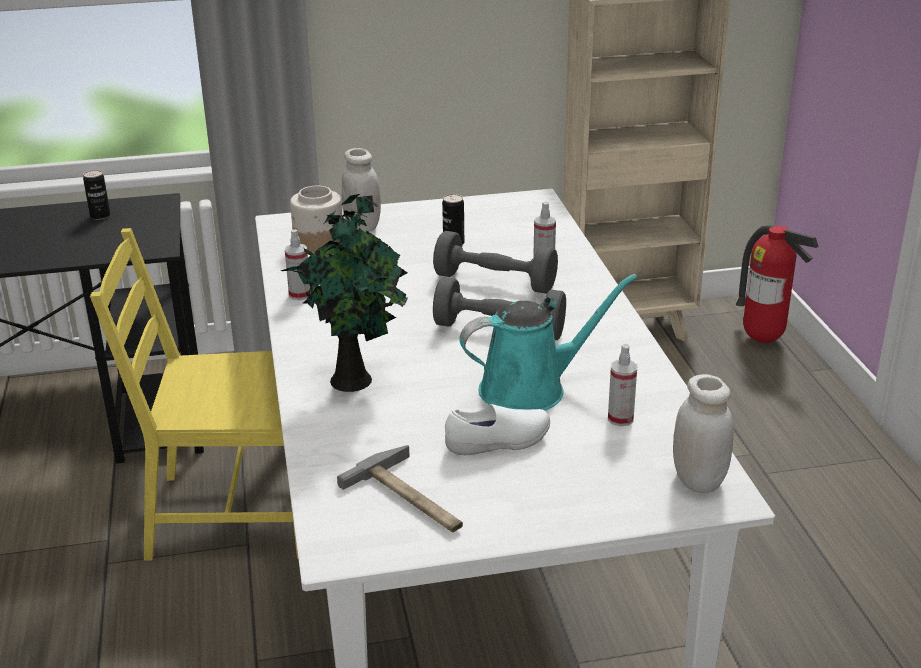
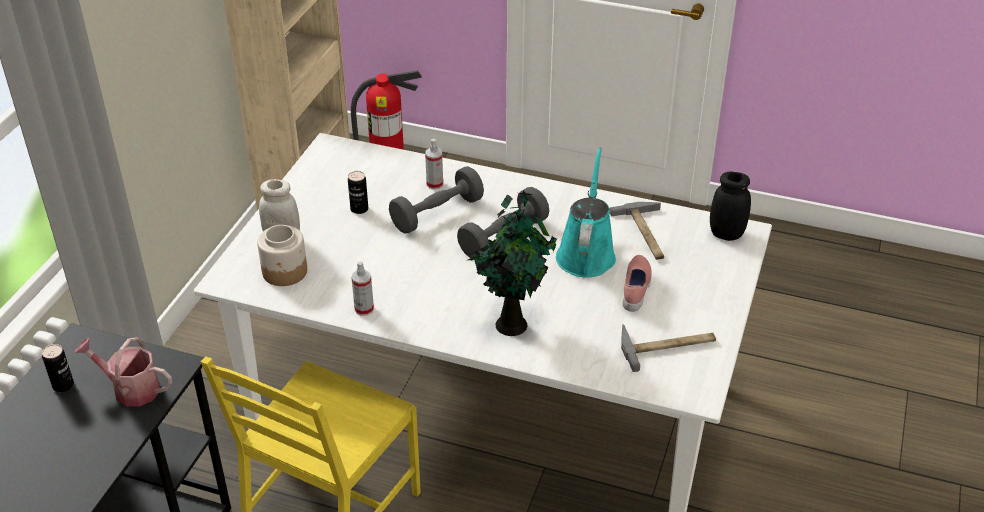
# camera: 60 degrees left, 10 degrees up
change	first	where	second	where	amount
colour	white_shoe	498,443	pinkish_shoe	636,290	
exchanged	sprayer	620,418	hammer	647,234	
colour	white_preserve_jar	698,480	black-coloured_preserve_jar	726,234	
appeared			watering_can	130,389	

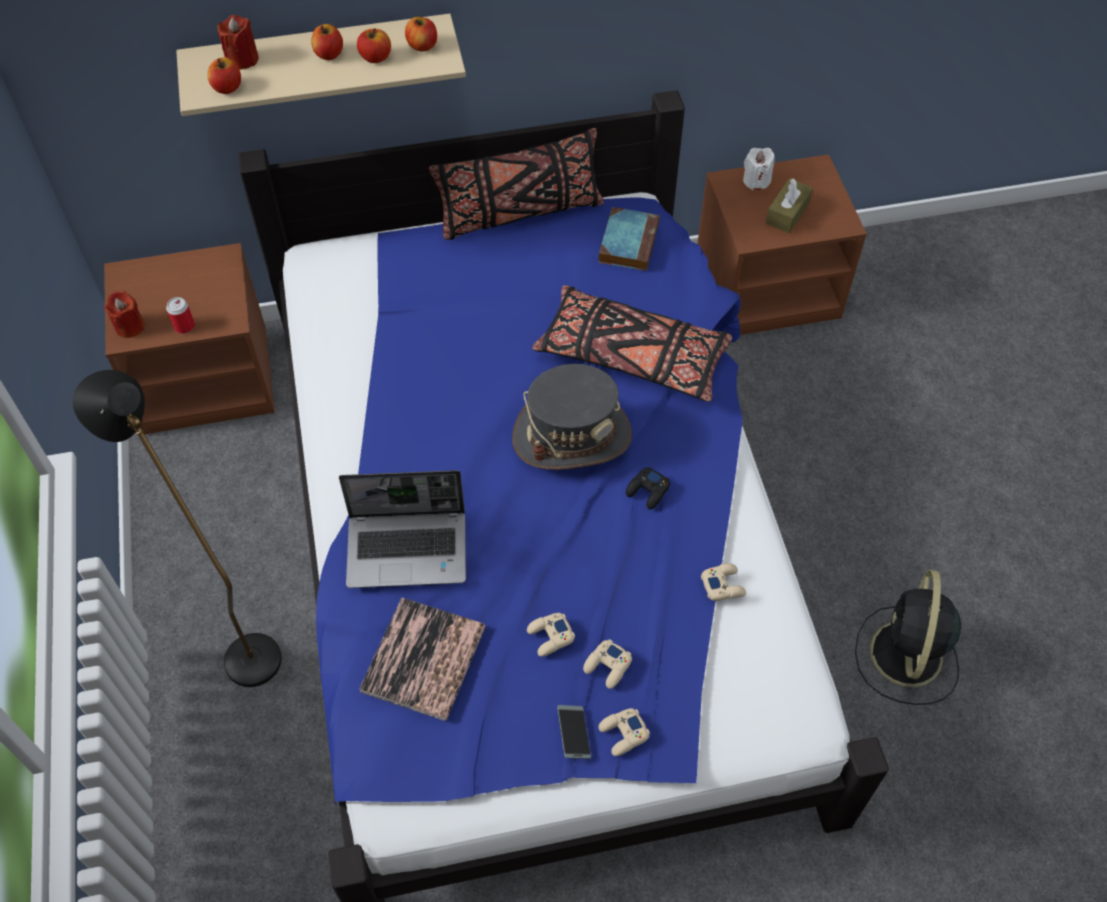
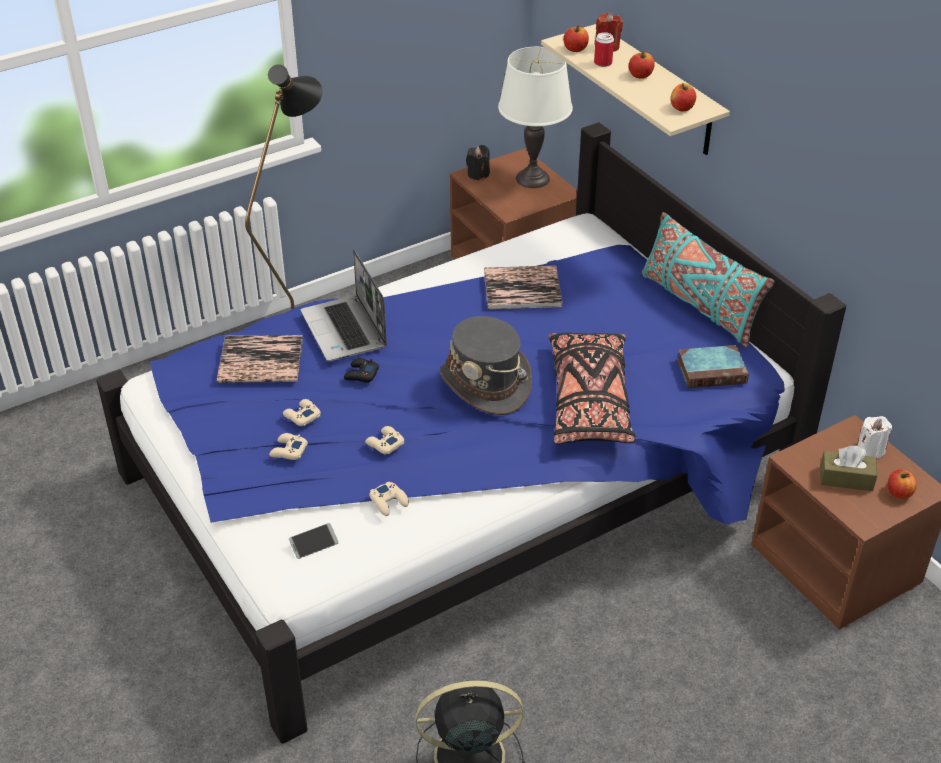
# camera: 70 degrees right, 15 degrees down
change	first	where	second	where	amount
colour	reddish_wax_light	129,326	black-coloured_wax_light	478,174	
relocated	metal_can	184,326		603,63	
relocated	apple_fruit	375,57		899,493	
colour	black-coloured_throw_pillow	519,214	turquoise-coloured_throw_pillow	699,305	
relocated	handset	573,734		314,544	
relocated	beige_game_controller	623,734		384,444	
relocated	black-coloured_game_controller	648,491		361,374	
appeared			bound_book	522,288	
appeared			white_table_lamp	532,179	

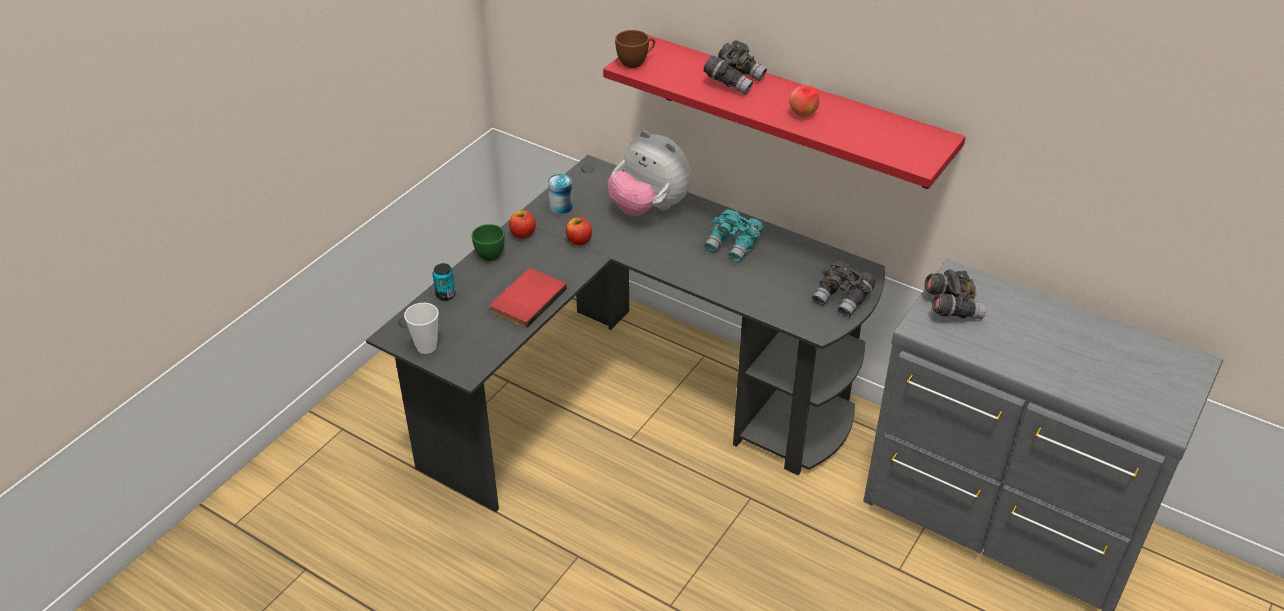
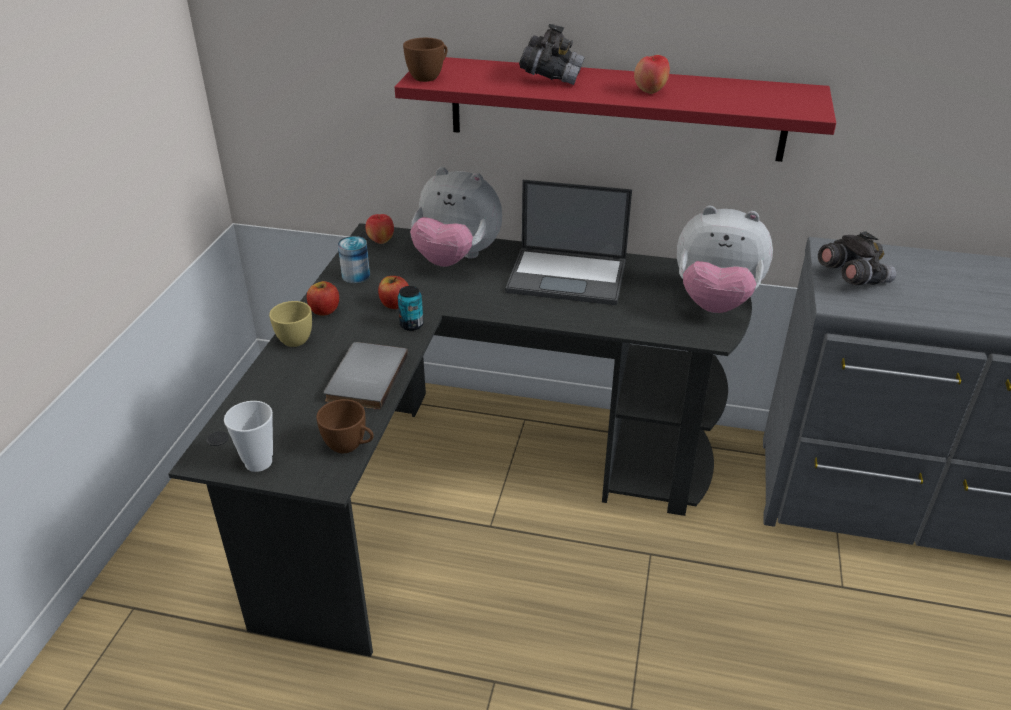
# camera: 20 degrees left, 5 degrees down
change	first	where	second	where	amount
relocated	metal_can	445,294		411,325	
colour	greenish_small_cup	491,253	yellow_small_cup	296,337	
colour	reddish_bound_book	526,299	grey_bound_book	364,378	
exchanged	turquoise-coloured_binoculars	733,245	laptop	569,276	
exchanged	grey_binoculars	842,299	plush_toy	715,302	
appeared			brown-coloured_small_cup	350,446	
appeared			apple_fruit	381,241	

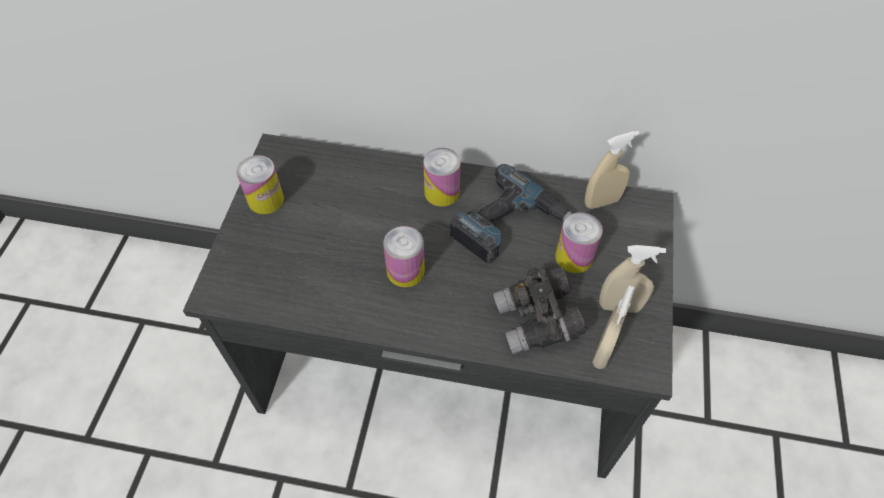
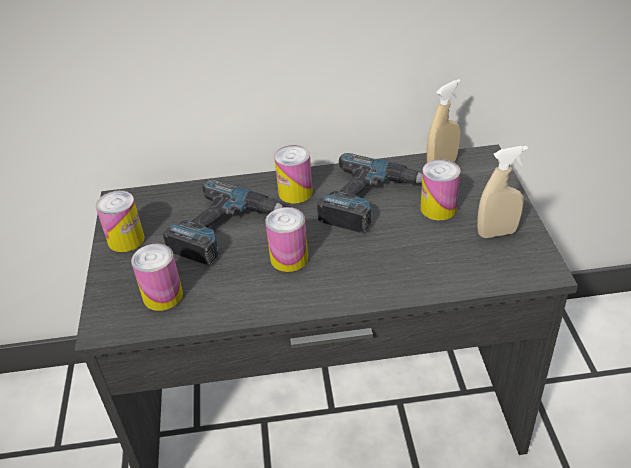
# camera: 15 degrees left, 15 degrees down
change	first	where	second	where	amount
missing	grey_binoculars	537,321			
missing	beige_sprayer	603,352			
appeared			metal_can	163,296	
appeared			drill	224,230	

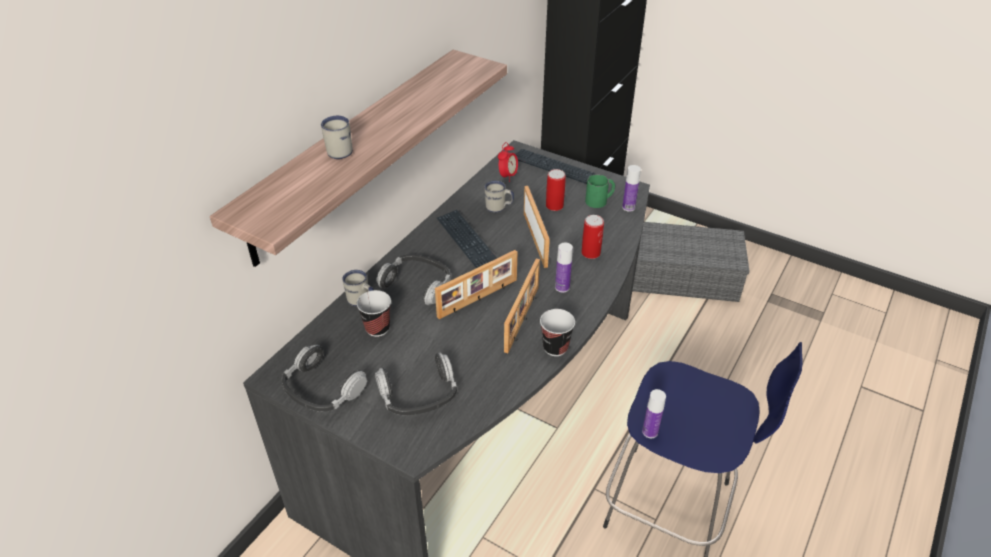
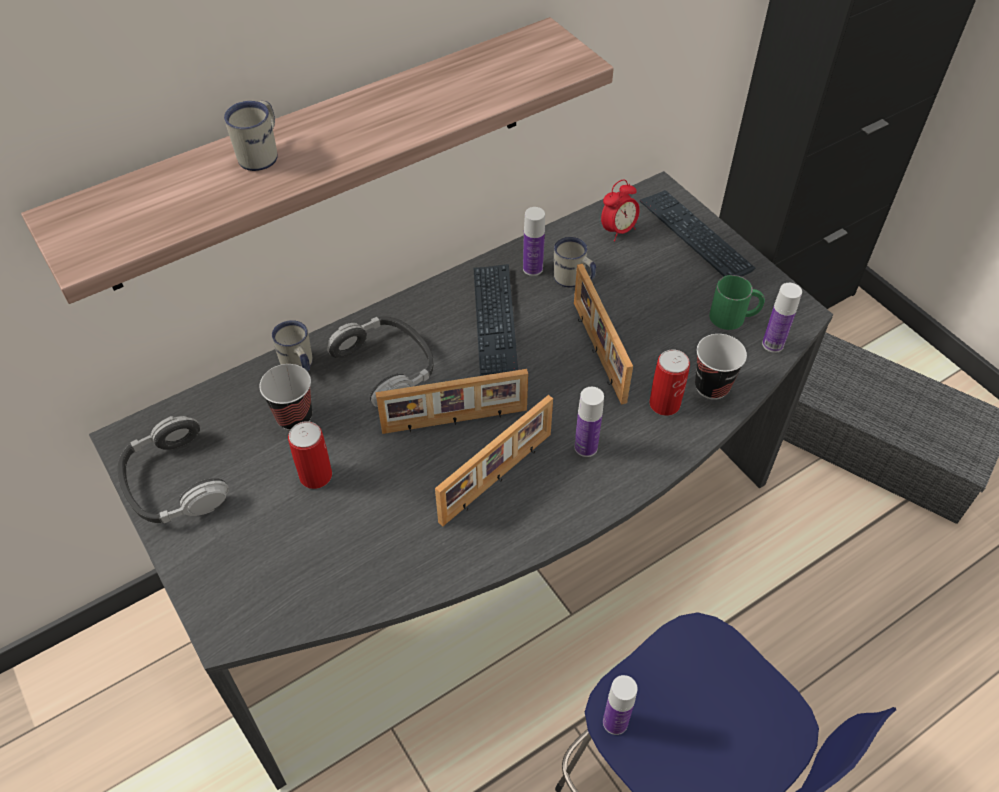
# camera: 25 degrees right, 10 degrees up
change	first	where	second	where	amount
missing	headset	418,394			
spun	picture_frame	536,239		597,351	150 degrees clockwise
relocated	small_cup	555,347		712,386	
relocated	metal_can	554,206		315,475	
appeared			beverage_bottle	532,268	

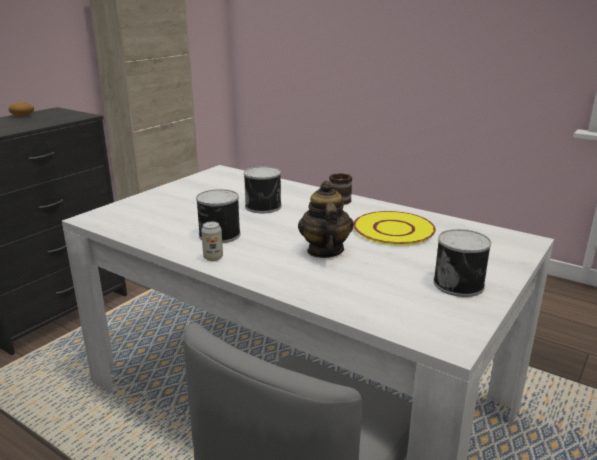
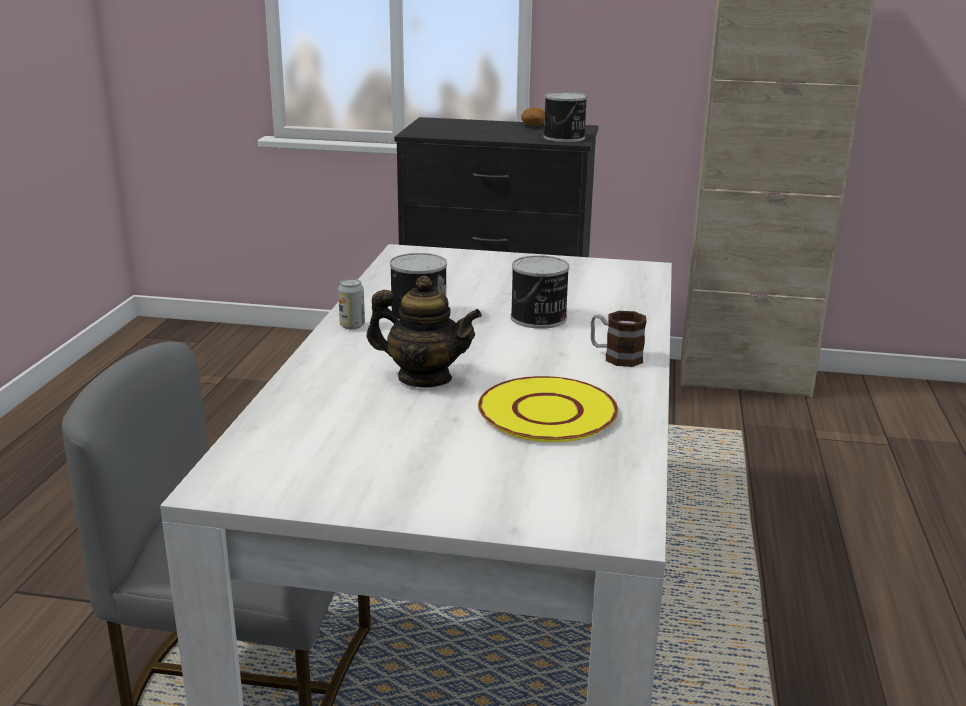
# camera: 65 degrees right, 0 degrees up
change	first	where	second	where	amount
spun	pot_for_tea	324,251		424,378	45 degrees clockwise
relocated	metal_can	459,284		565,138	

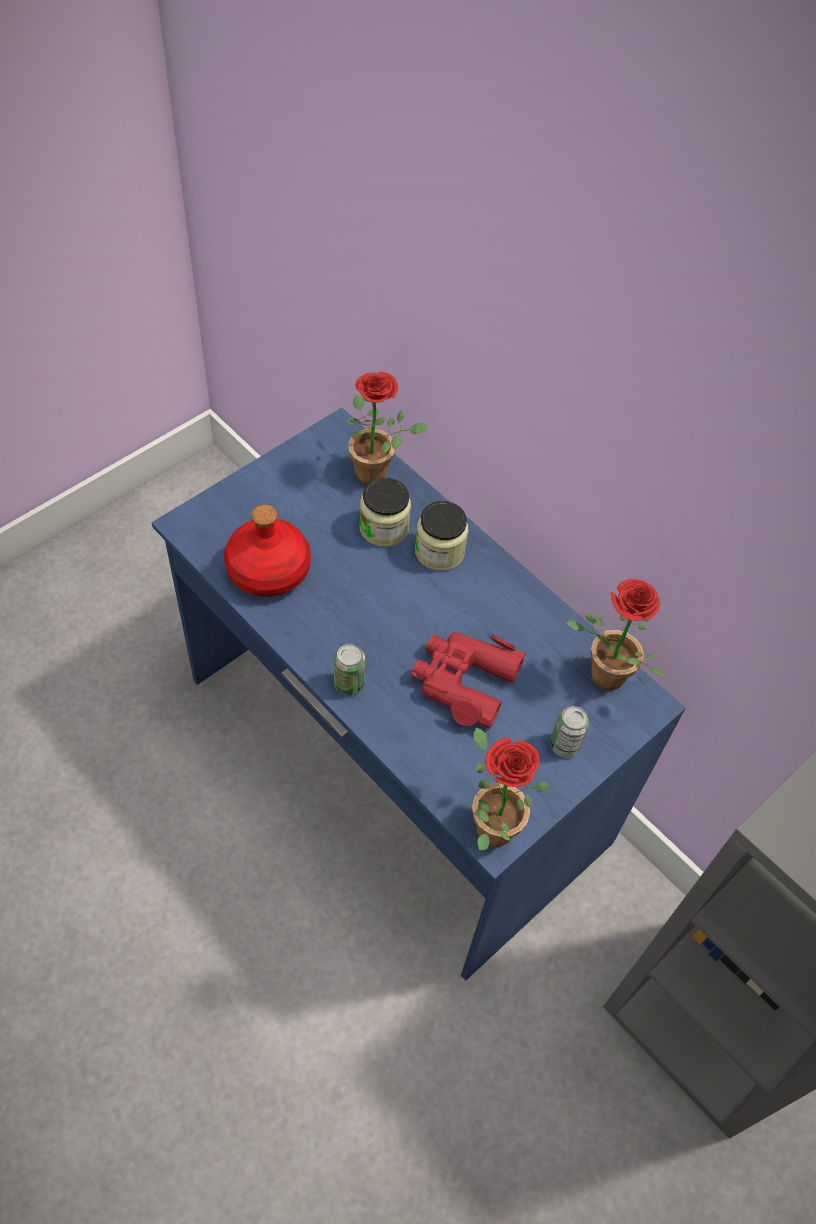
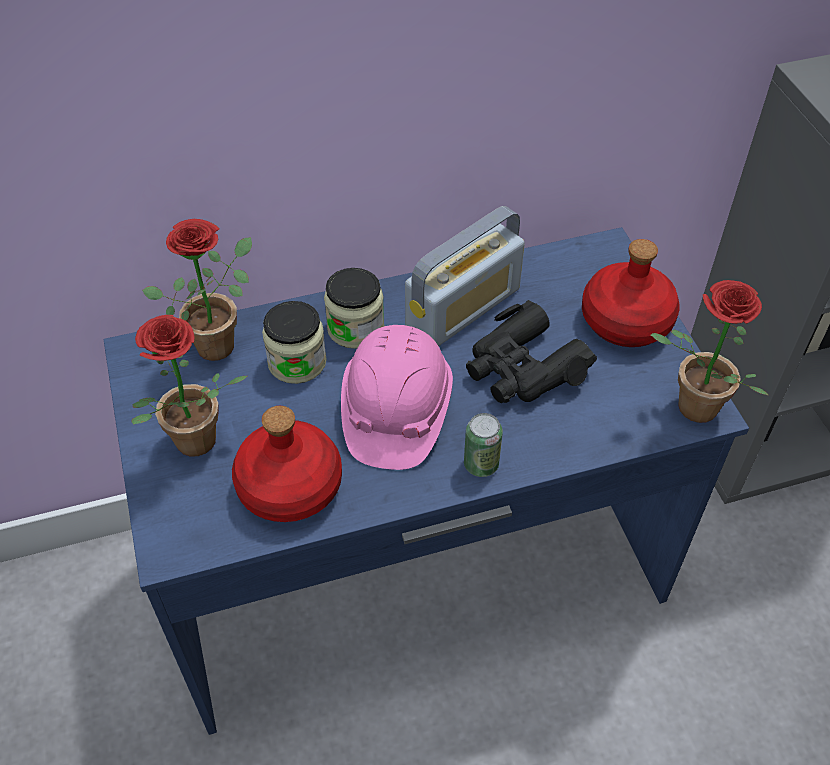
# camera: 60 degrees left, 5 degrees down
change	first	where	second	where	amount
colour	reddish_binoculars	464,681	black-coloured_binoculars	523,368	
exchanged	metal_can	564,745	reddish_beverage_bottle	627,321	
relocated	plant_in_a_pot	600,678		194,448	
appeared			pinkish_work_helmet	395,412	
appeared			radio_receiver	463,309	

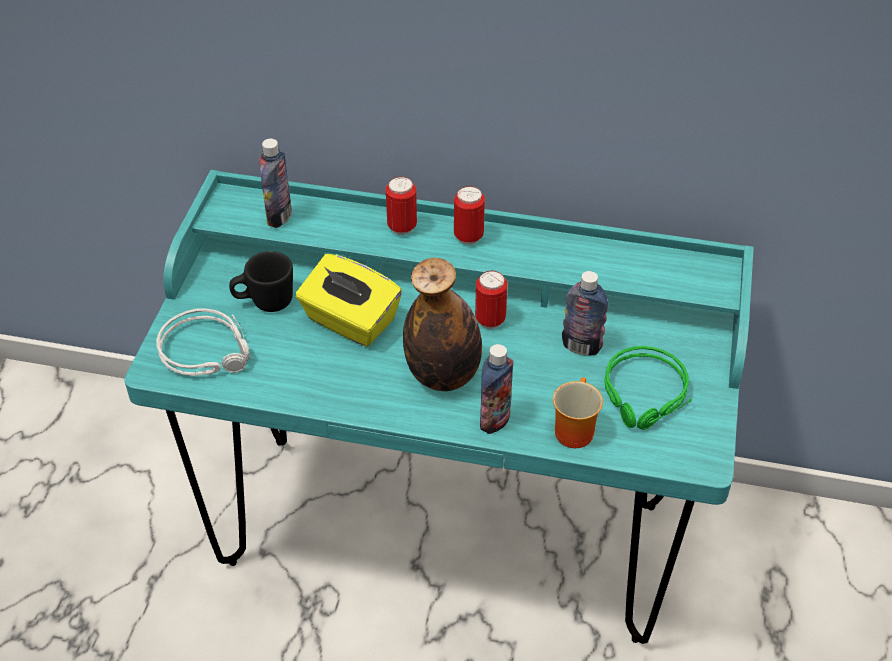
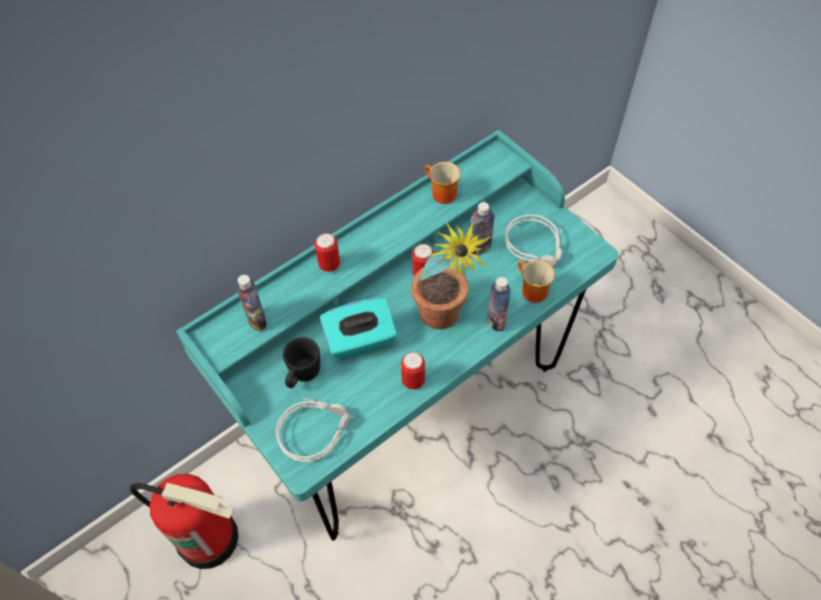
# camera: 50 degrees left, 10 degrees up
change	first	where	second	where	amount
colour	yellow_tissue_box	350,321	turquoise-coloured_tissue_box	360,341	
exchanged	beverage_bottle	443,375	plant_in_a_pot	443,323	
relocated	metal_can	468,237		413,381	
colour	greenish_headset	646,396	grey_headset	536,245	
appeared			extinguisher	209,537	
appeared			tea_mug	440,194	

